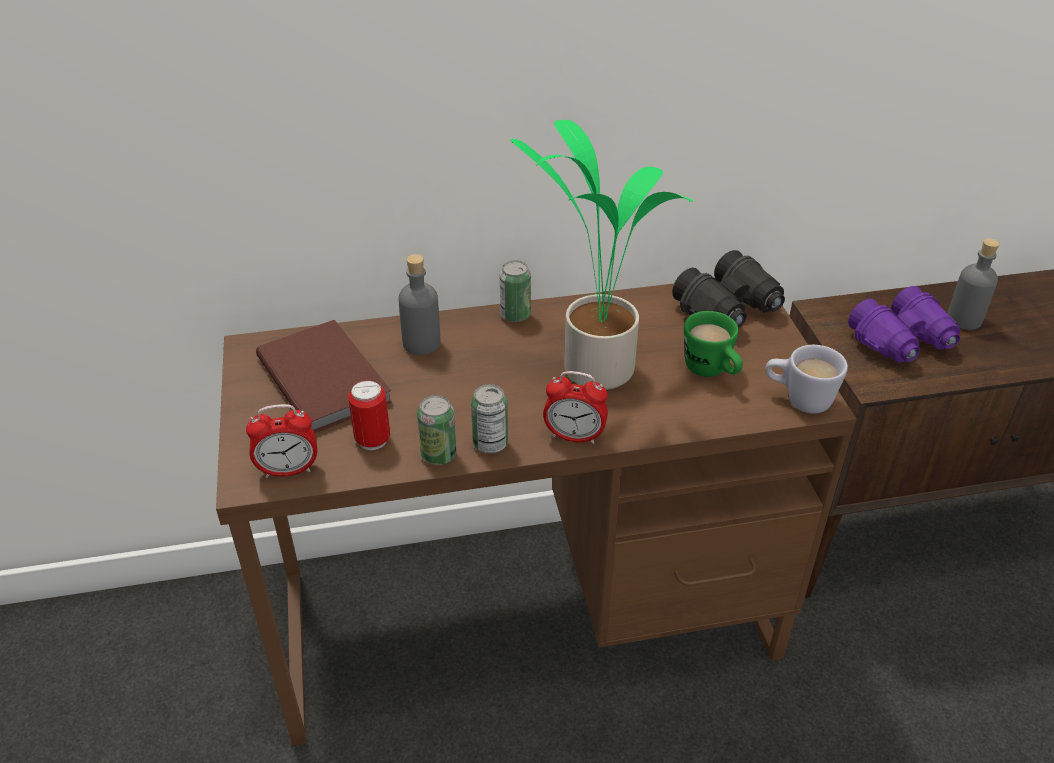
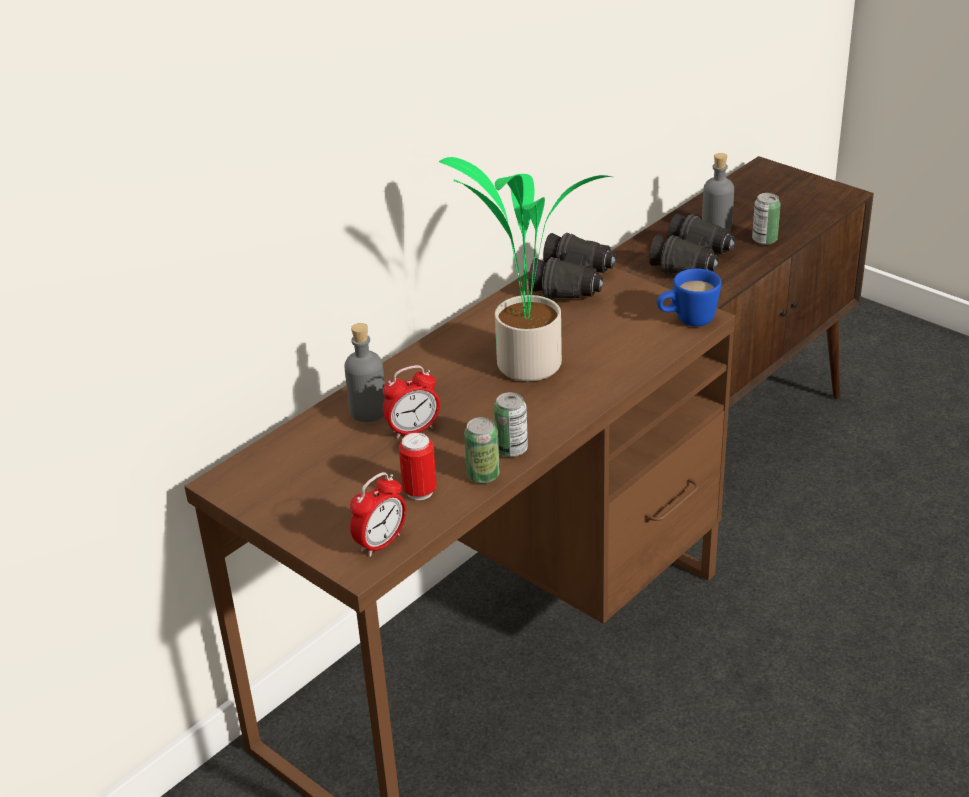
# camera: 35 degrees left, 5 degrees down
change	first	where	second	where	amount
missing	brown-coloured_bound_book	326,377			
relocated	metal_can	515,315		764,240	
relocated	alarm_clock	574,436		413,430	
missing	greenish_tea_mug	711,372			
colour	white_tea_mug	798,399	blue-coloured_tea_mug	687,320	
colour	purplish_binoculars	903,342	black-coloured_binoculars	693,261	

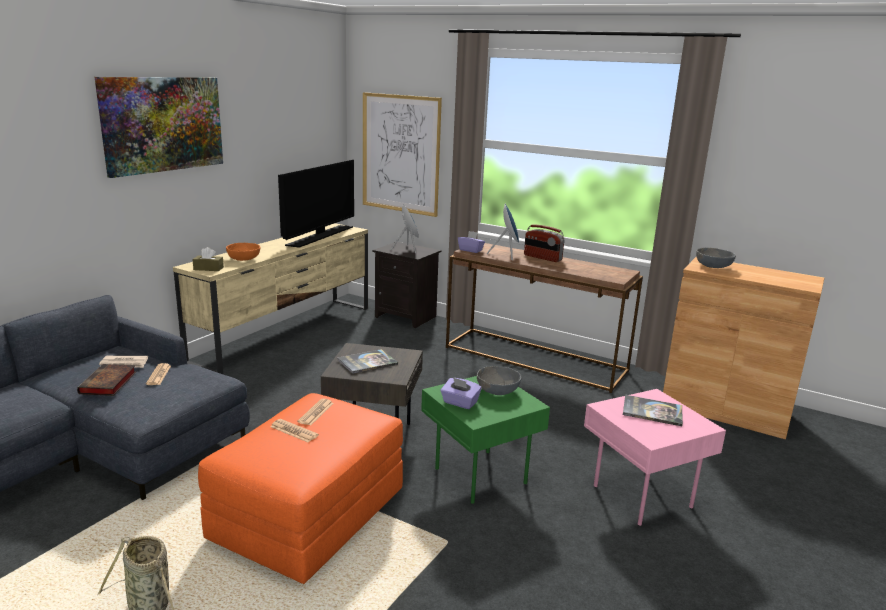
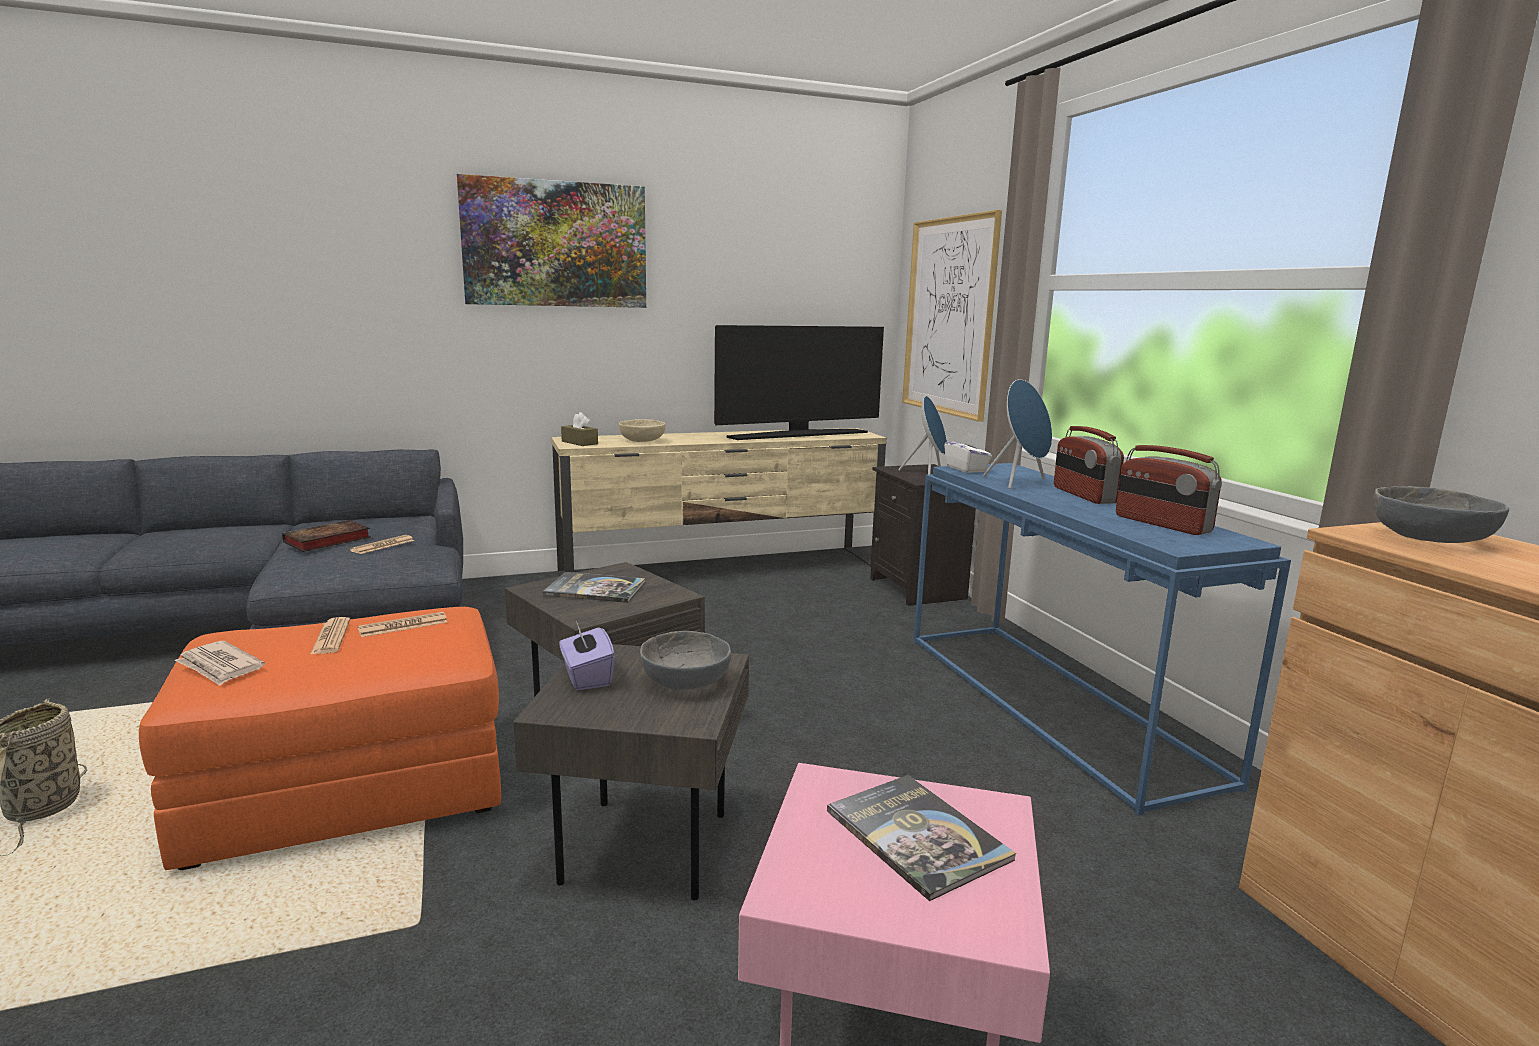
# camera: 40 degrees right, 5 degrees down
change	first	where	second	where	amount
relocated	newspaper	124,364		220,667	
colour	orange_serving_bowl	244,259	beige_serving_bowl	641,441	
colour	greenish_end_table	477,475	grey_end_table	642,843	
colour	brown-coloured_narrow_table	536,359	blue-coloured_narrow_table	1055,705	
colour	purplish_tissue_box	470,250	white_tissue_box	966,469	
appeared			radio_receiver	1161,524	

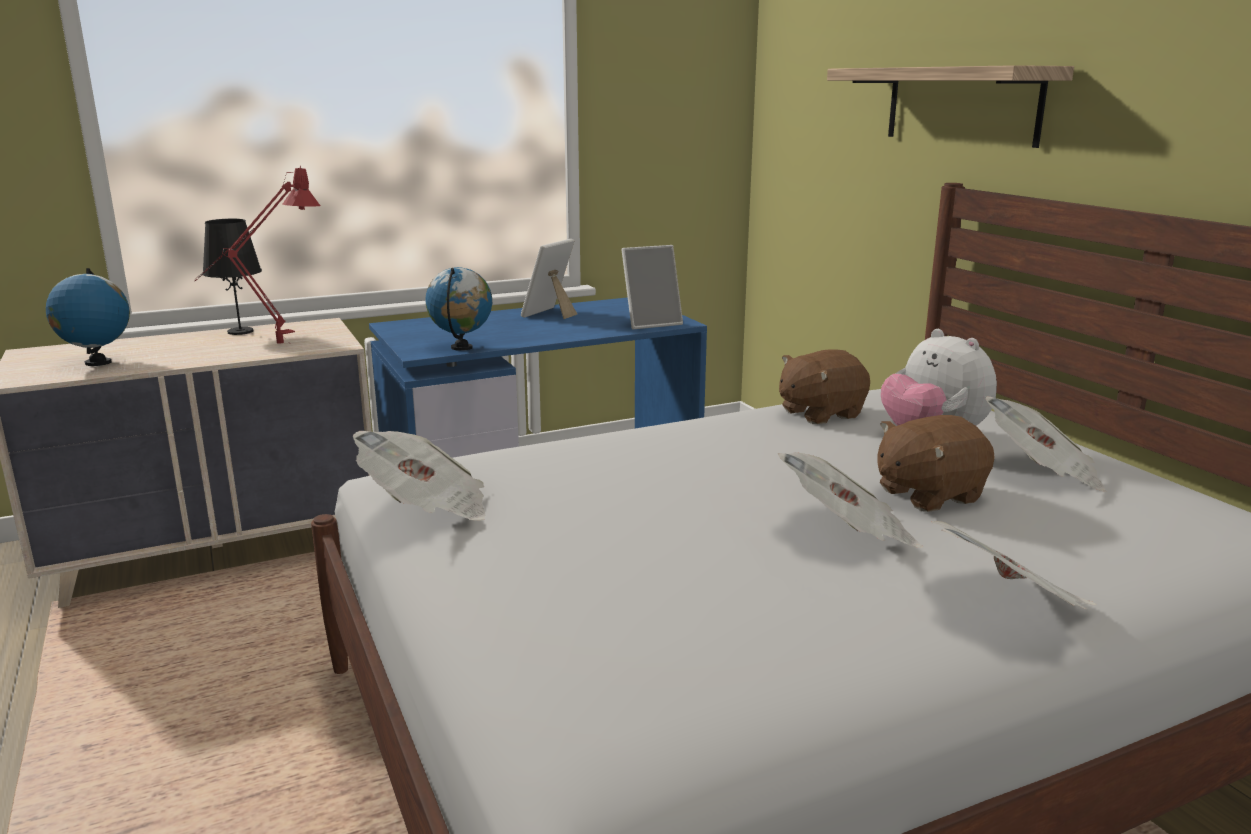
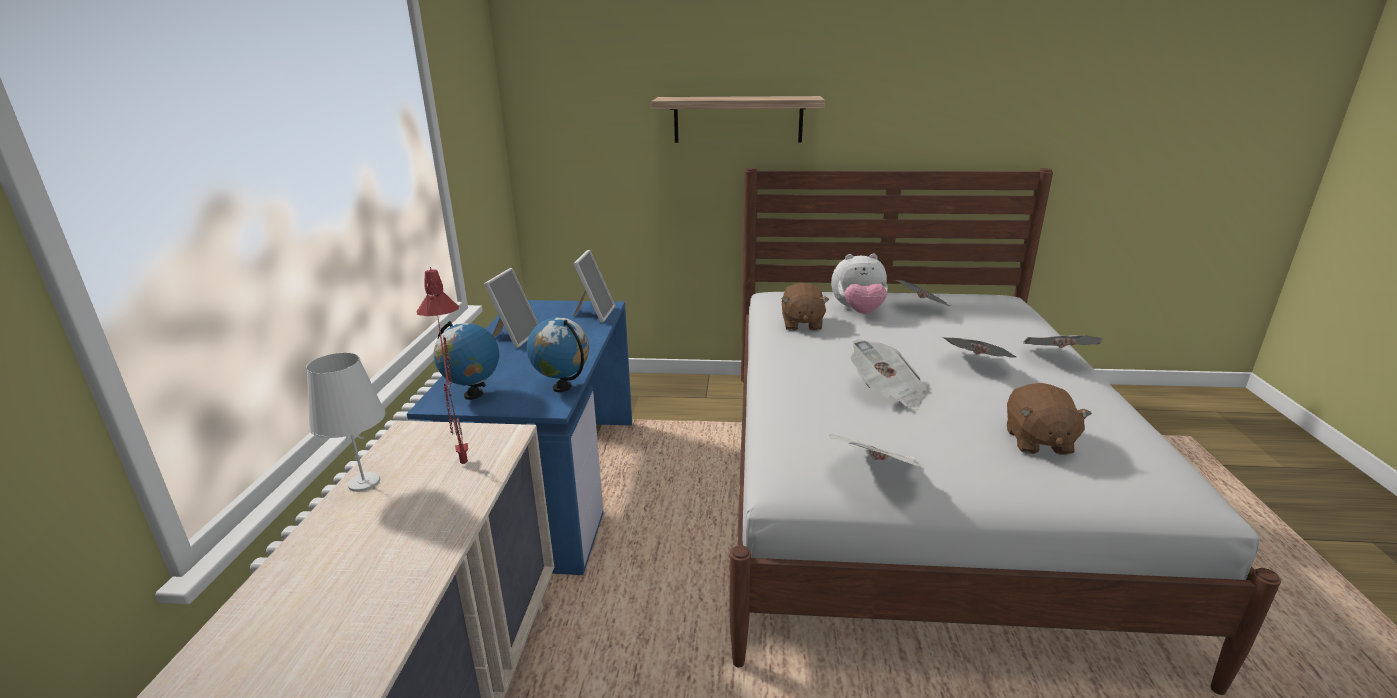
# camera: 60 degrees left, 5 degrees up
change	first	where	second	where	amount
relocated	desk_globe	98,363		473,395	
colour	black-coloured_table_lamp	240,331	white_table_lamp	364,482	
spun	picture_frame	551,314		514,337	135 degrees counterclockwise
relocated	brown-coloured_plush_toy	927,494		1037,441	
appeared			newspaper	887,393	

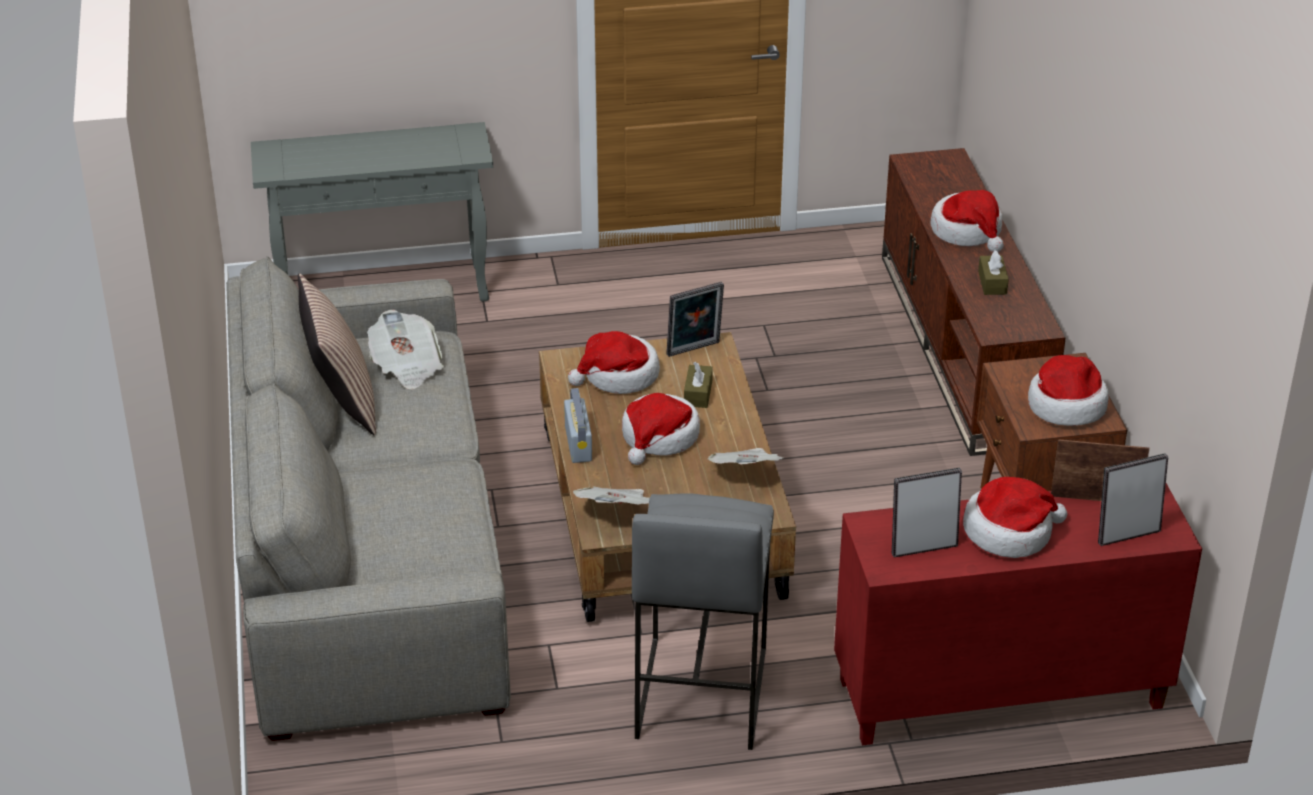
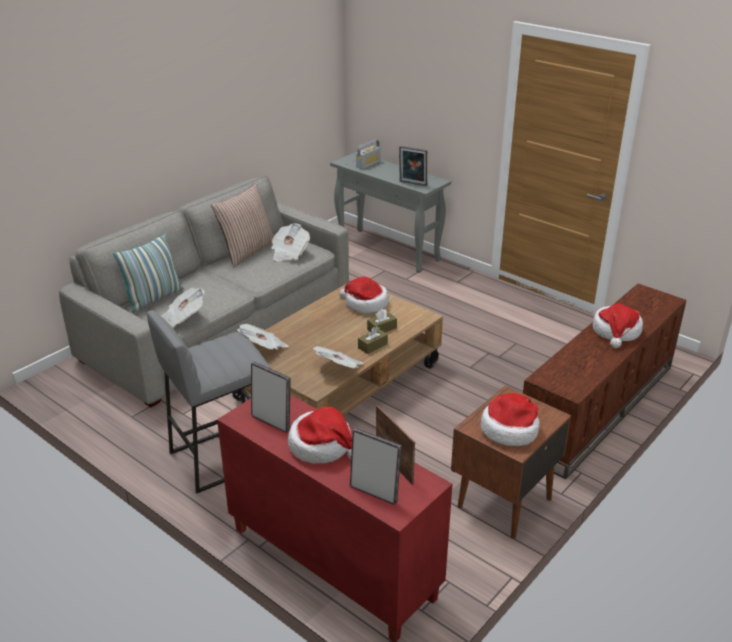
# camera: 50 degrees right, 5 degrees down
change	first	where	second	where	amount
relocated	radio_receiver	578,443		368,164	
missing	clothing_hat	659,437			
relocated	picture_frame	694,350		412,184	
relocated	brown-coloured_tissue_box	992,282		372,346	
appeared			throw_pillow	154,298	
appeared			newspaper	183,318	

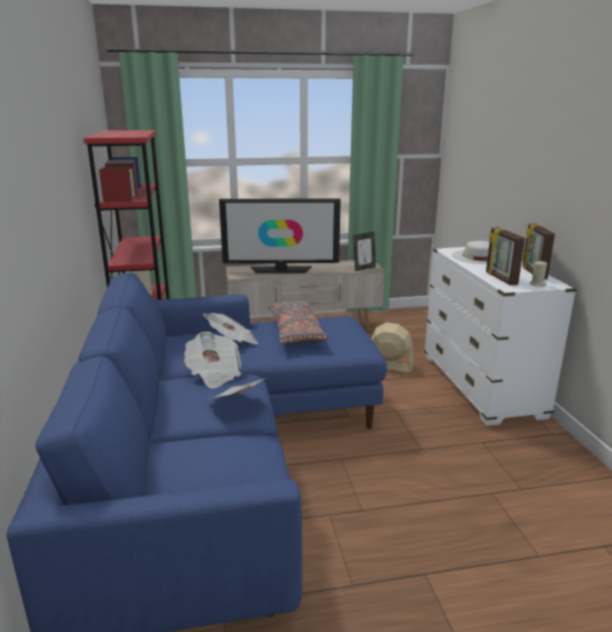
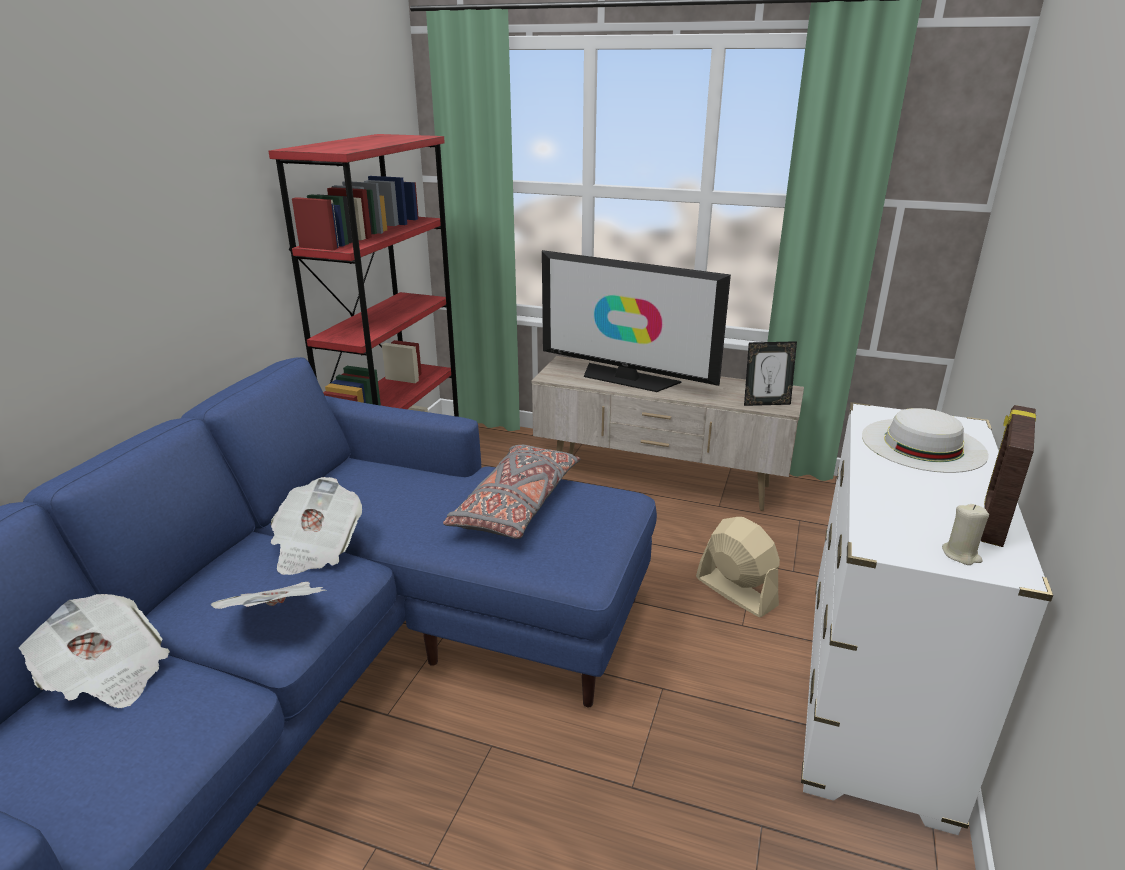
# camera: 30 degrees right, 5 degrees up
change	first	where	second	where	amount
relocated	newspaper	232,341		106,674	
missing	picture_frame	500,279			

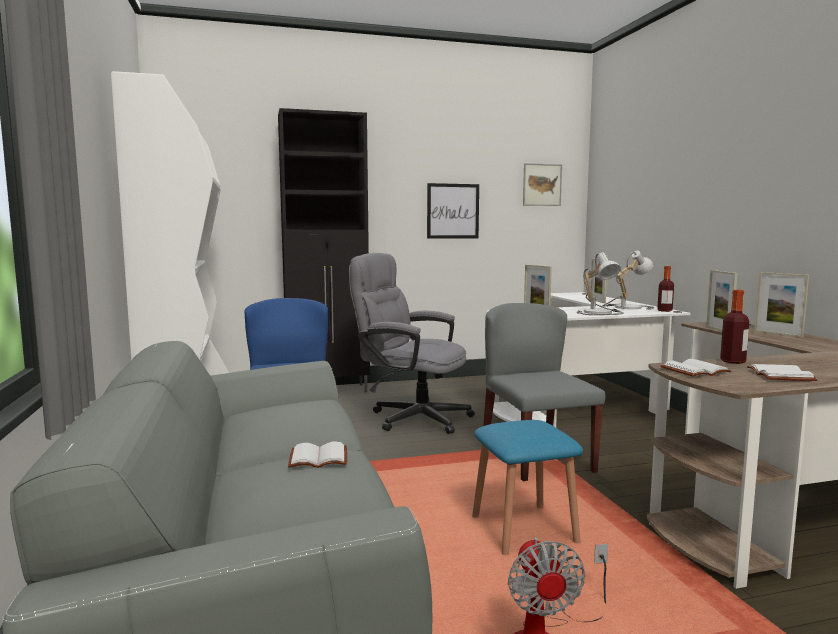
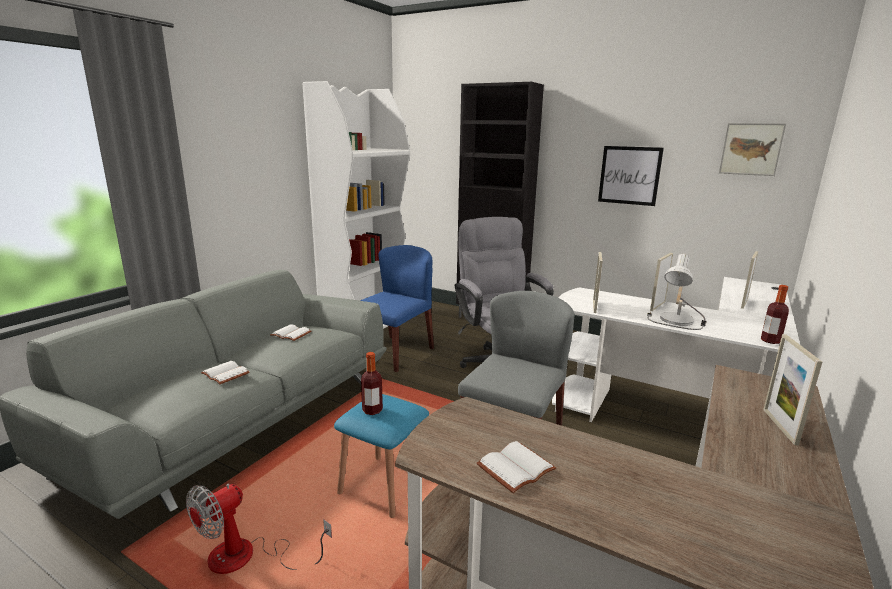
# camera: 45 degrees right, 10 degrees up
change	first	where	second	where	amount
missing	table_lamp	626,307			
relocated	white_bound_book	694,370		292,334	
relocated	picture_frame	719,329		657,306	
relocated	beverage_bottle	732,361		372,410	

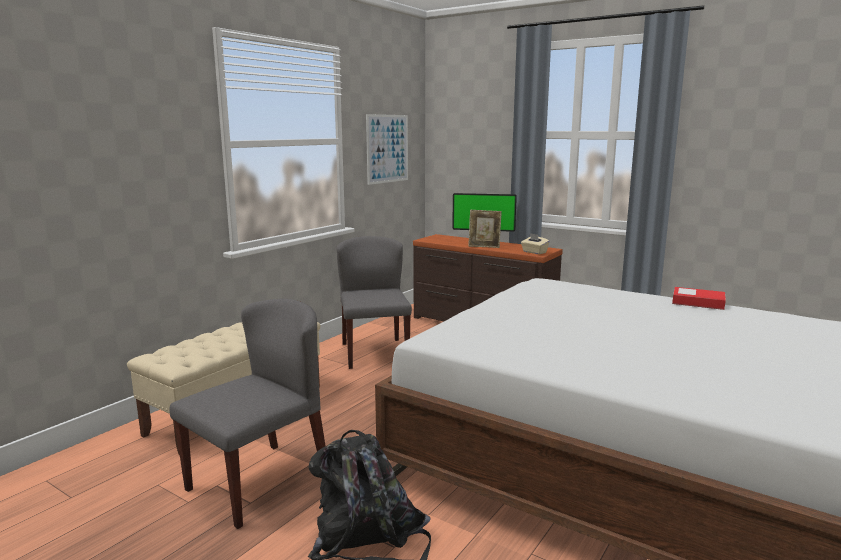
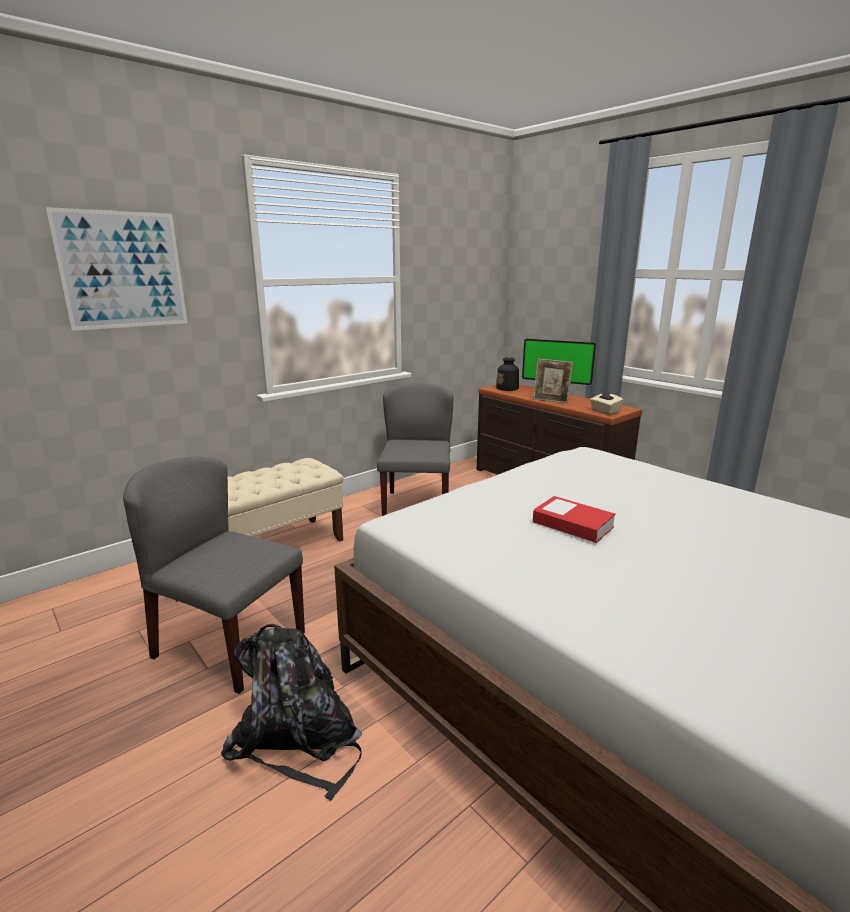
# camera: 15 degrees right, 5 degrees up
change	first	where	second	where	amount
spun	grey_upright_chair	259,482		228,644	120 degrees counterclockwise
relocated	wall_art	387,148		122,270	
relocated	bound_book	698,303		572,525	
appeared			beverage_bottle	507,388	

